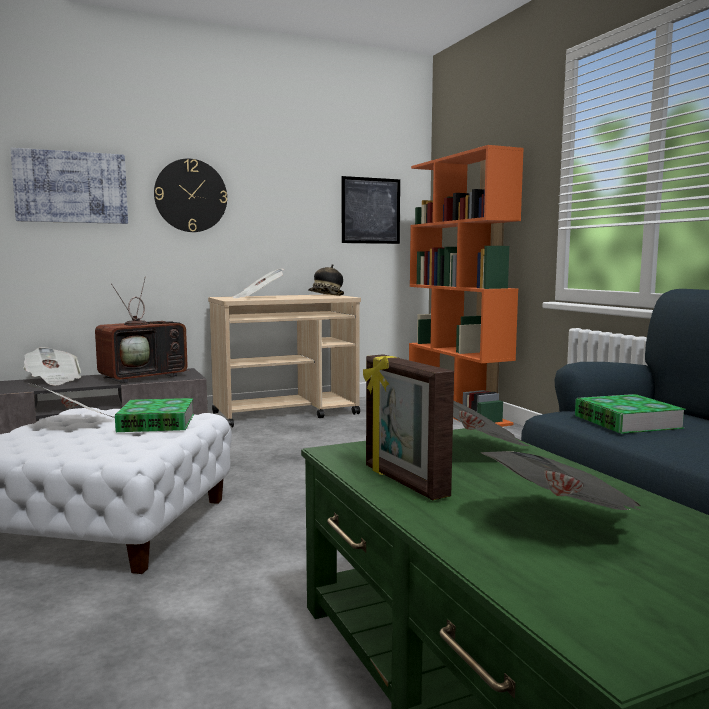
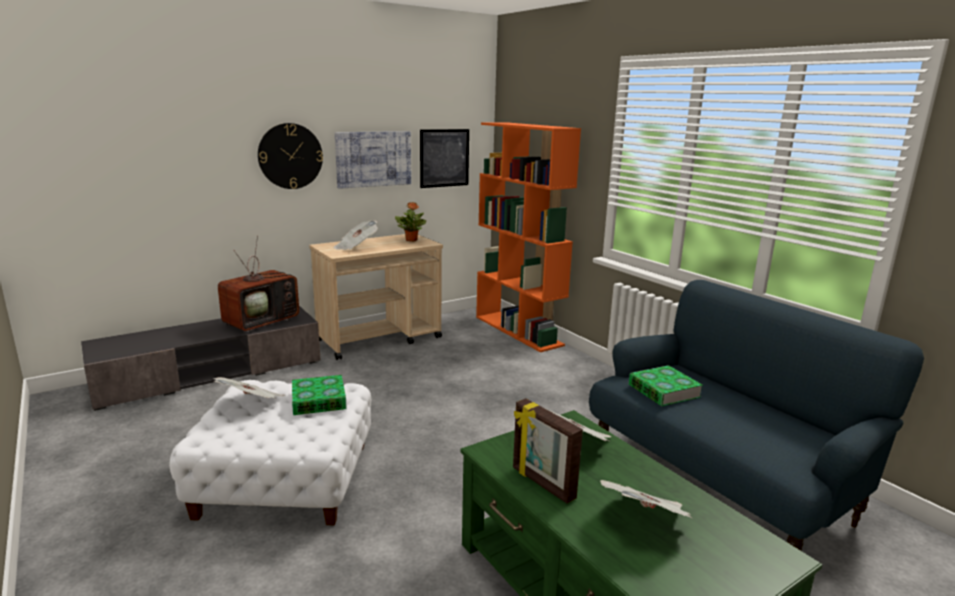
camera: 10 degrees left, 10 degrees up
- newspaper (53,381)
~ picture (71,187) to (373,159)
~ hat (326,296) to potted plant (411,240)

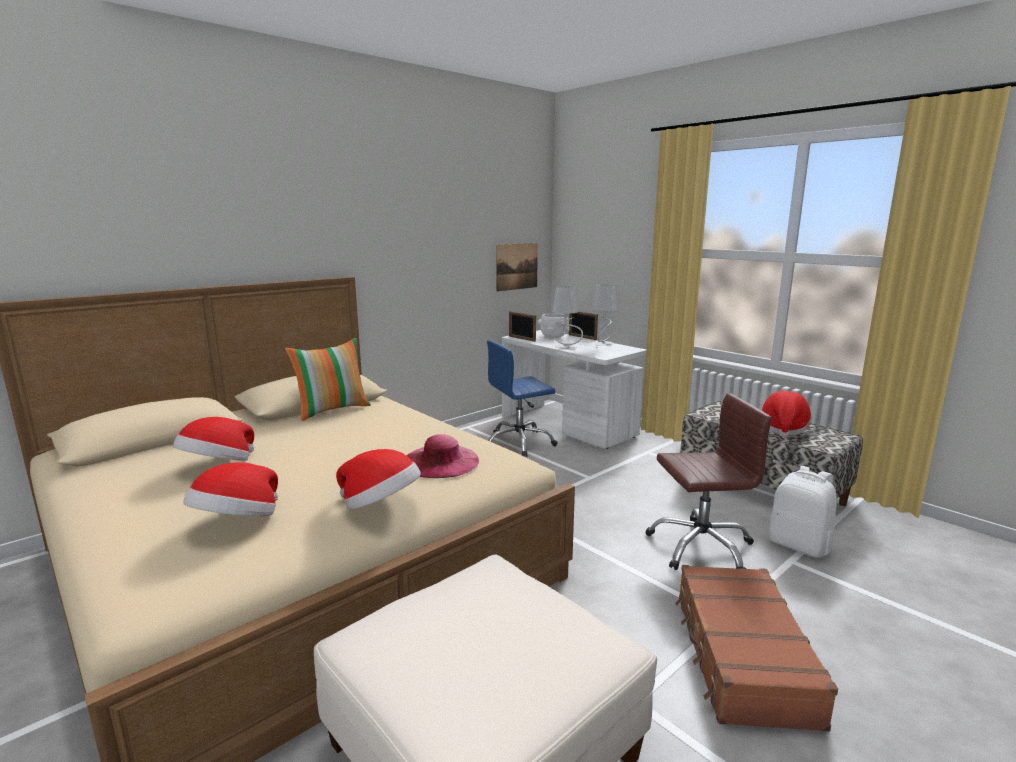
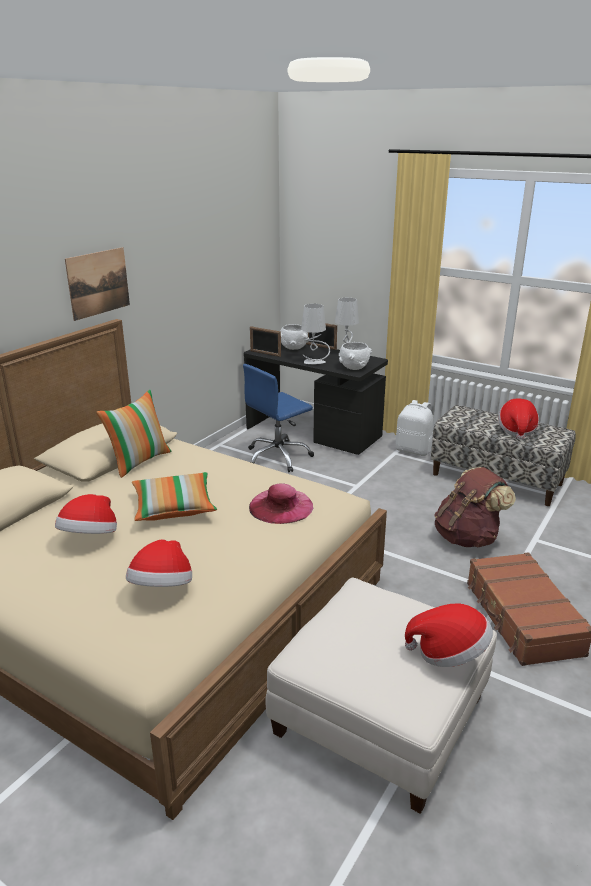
camera: 15 degrees left, 10 degrees up
+ pillow (174,507)
+ bowl/white (353,368)
~ hat (381,506) to (449,653)
~ picture (516,266) to (98,283)
~ backpack/white (799,545) to (413,450)
~ office chair/brown (700,546) to backpack/brown (468,538)
~ desk/white (568,426) to desk/black (314,432)

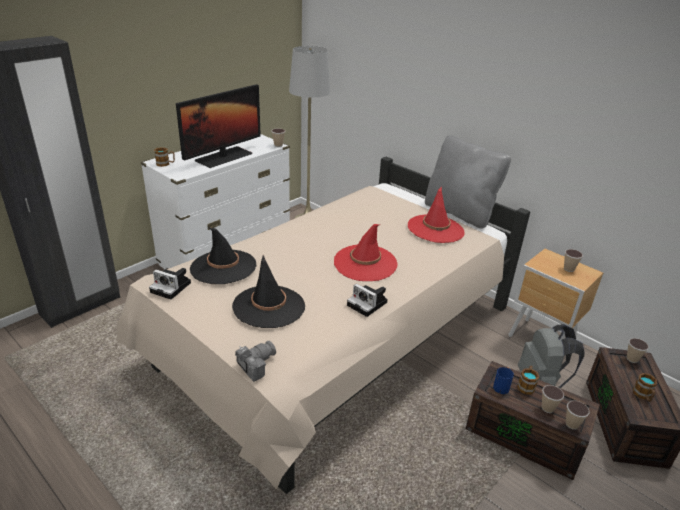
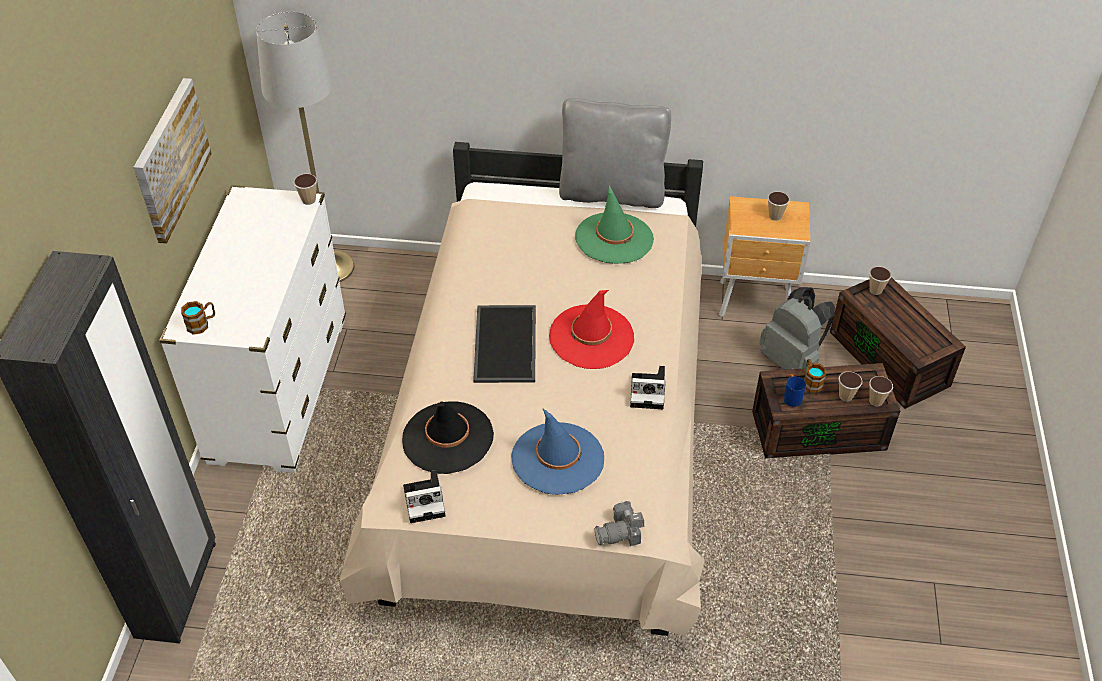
camera: 35 degrees left, 15 degrees up
- monitor (224,157)
- mug (643,396)
+ picture (170,159)
+ tray (503,343)
~ hat/black (269,306) to hat/blue (557,458)
~ hat/red (435,229) to hat/green (614,238)
~ photo camera (255,365) = (621,533) 120 degrees counterclockwise

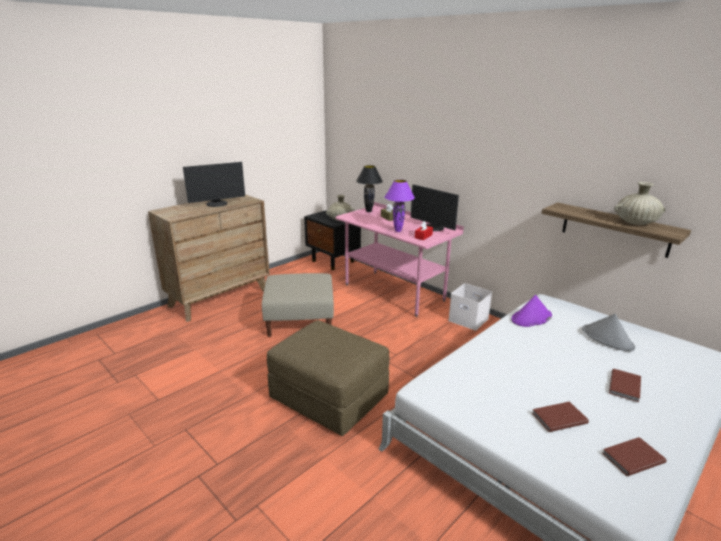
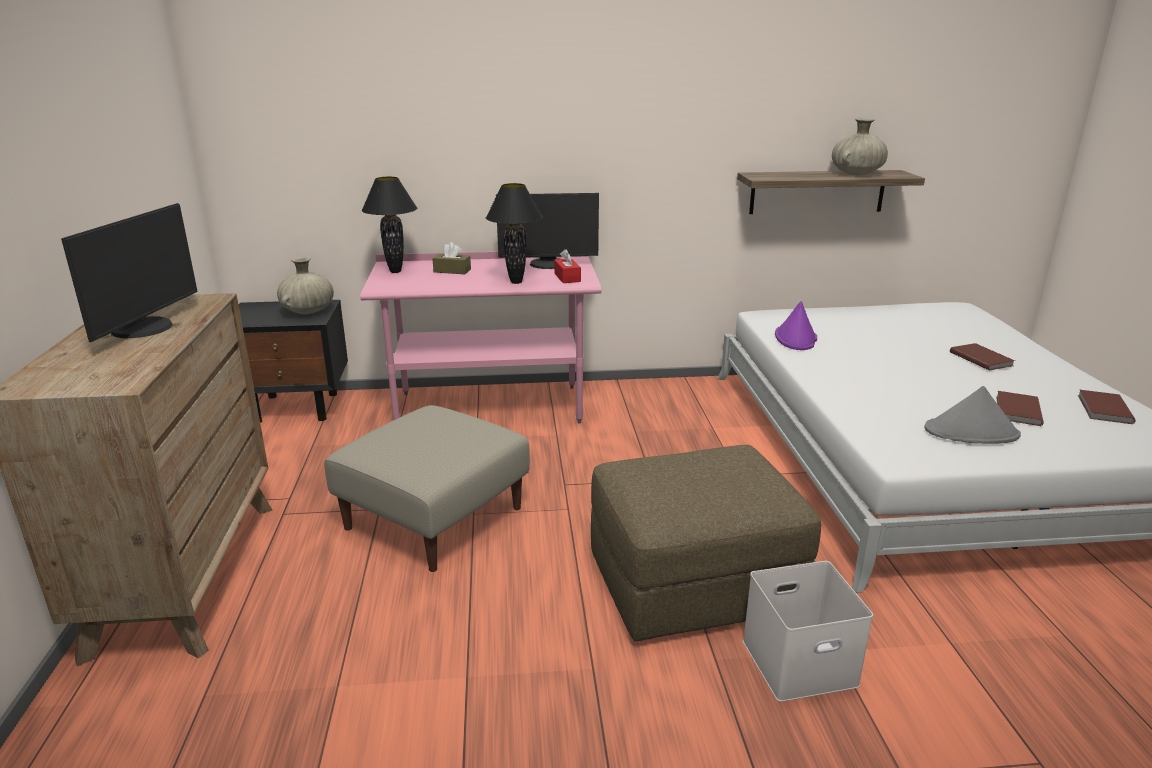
camera: 50 degrees left, 0 degrees up
~ storage box/white (467,319) to (798,664)
~ hat/grey (607,338) to (971,432)
~ table lamp/purple (397,231) to table lamp/black (515,282)

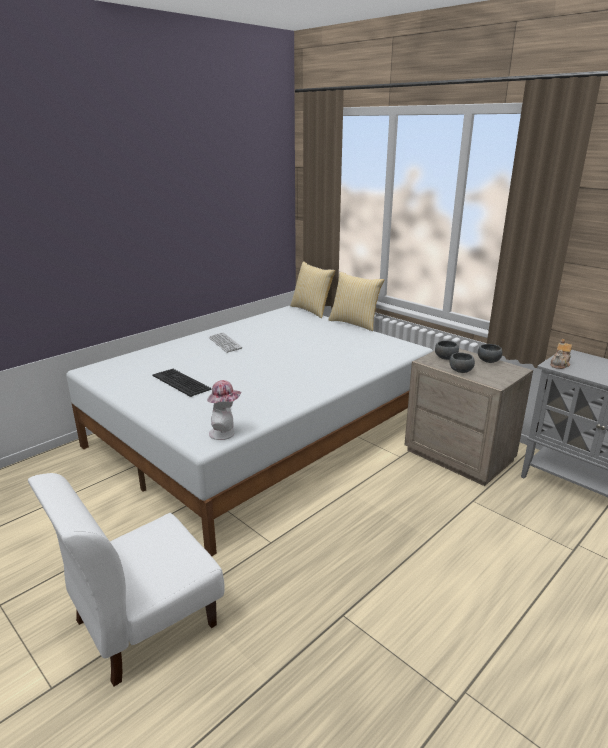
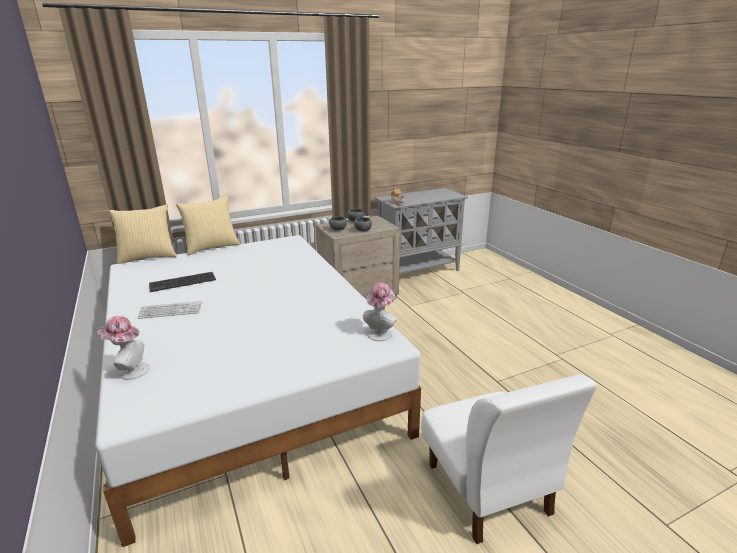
camera: 70 degrees left, 0 degrees up
+ hat (130,371)
~ keyboard (181,382) to (182,282)

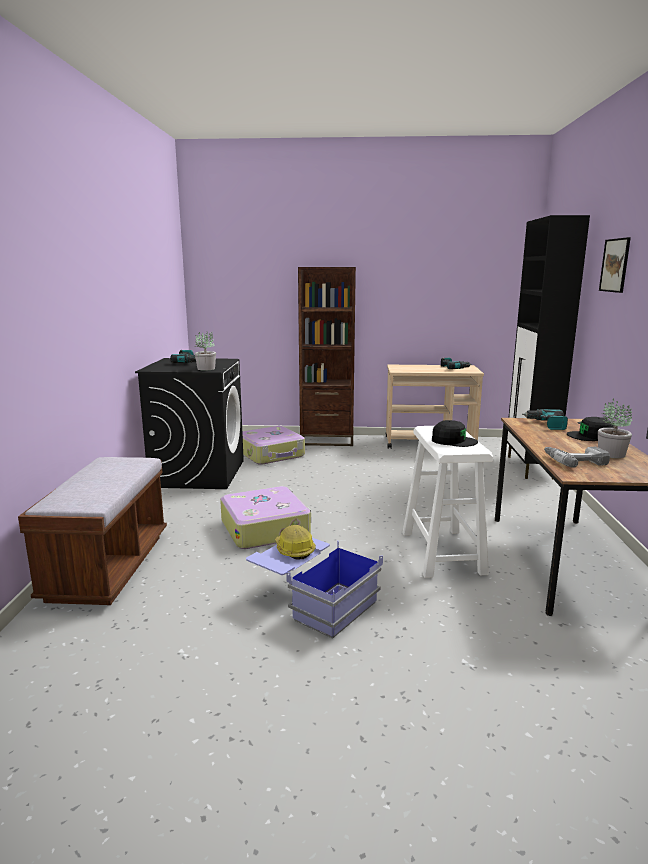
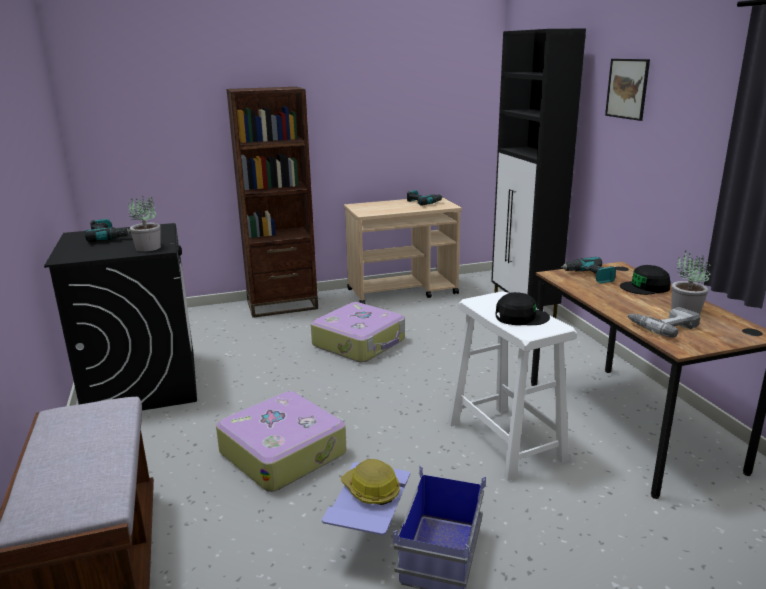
camera: 20 degrees left, 5 degrees up
~ suitcase (271,454) to (360,343)

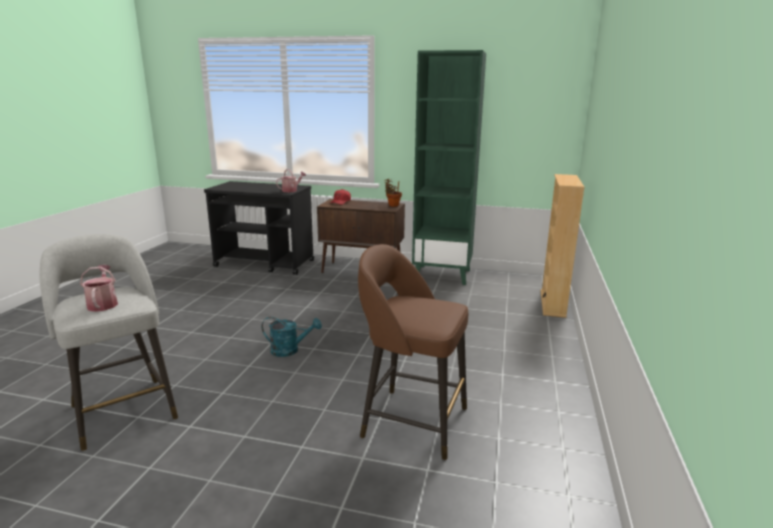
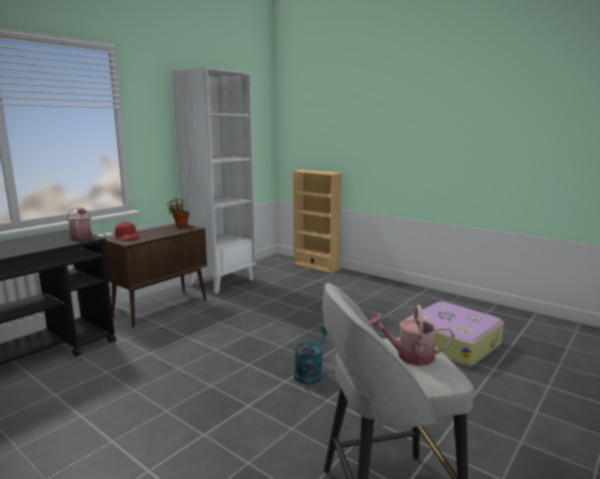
camera: 65 degrees left, 5 degrees down
~ stool/brown (411,421) to suitcase (452,343)
~ bookcase/green (443,275) to bookcase/white (221,281)

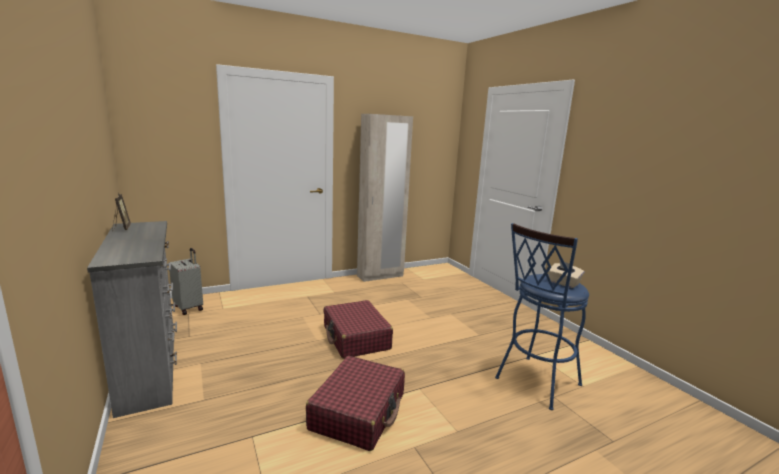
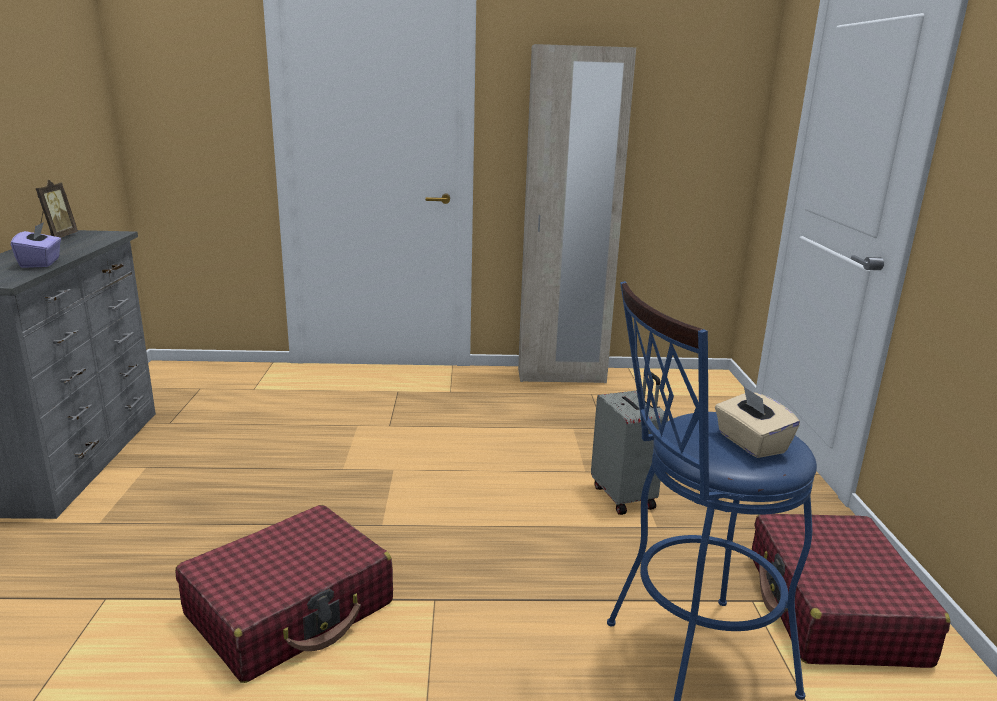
camera: 25 degrees right, 5 degrees up
+ tissue box/purple (41,263)
~ suitcase/grey (189,308) to (624,496)
~ suitcase/red (356,338) to (833,608)

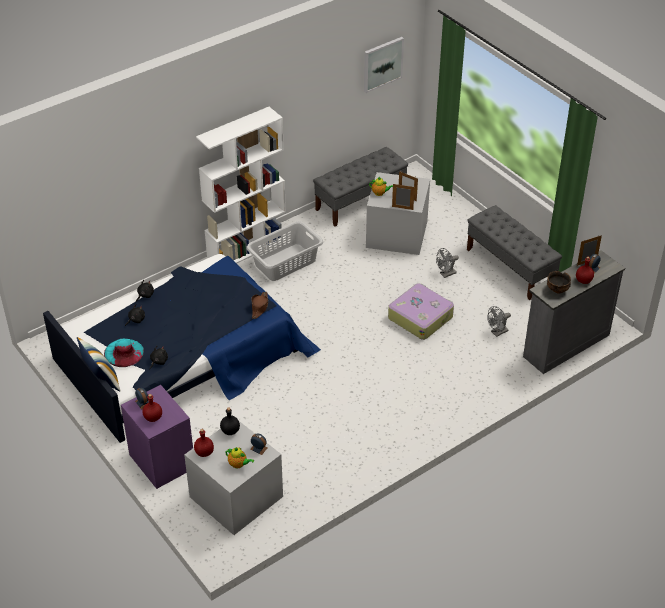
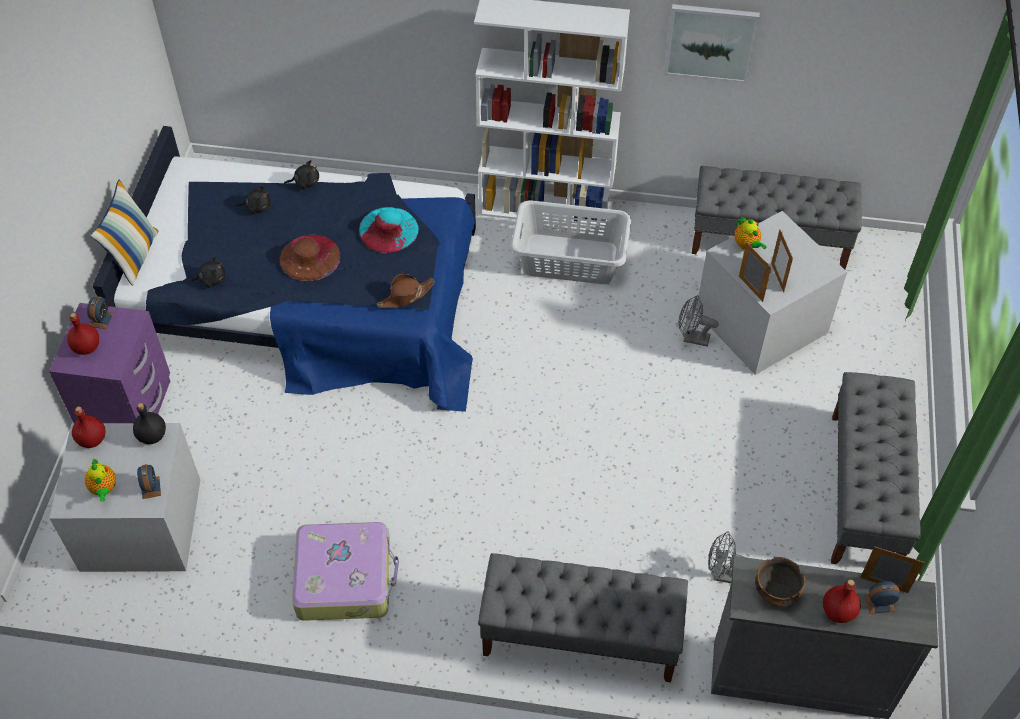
camera: 45 degrees right, 10 degrees up
+ hat/brown (310,257)
+ bench/grey (579,637)
~ hat/turquoise (124,352) to (388,230)
~ picture (382,64) to (710,42)
~ suitcase (420,317) to (345,578)
~ fan/grey (446,274) to (692,338)

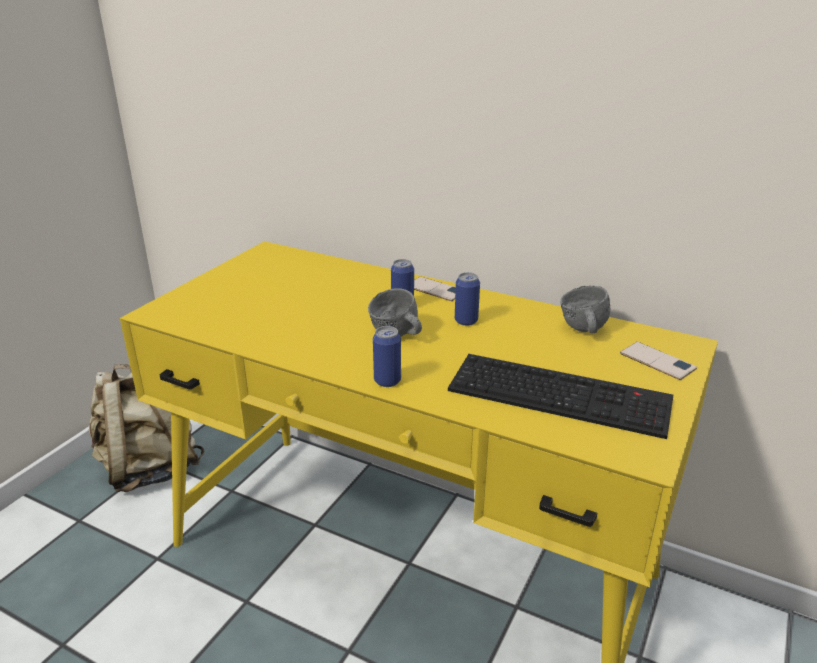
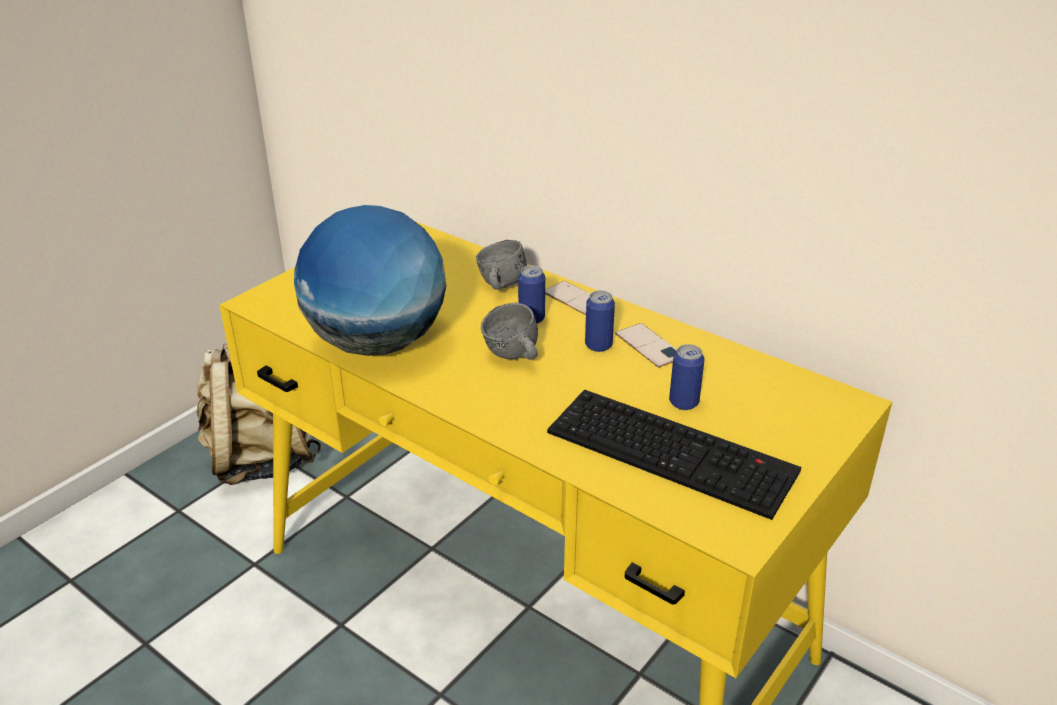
camera: 10 degrees right, 5 degrees up
+ globe (377,343)
~ can (387,381) to (683,403)
~ mug/grey (582,331) to (499,286)
~ phone (657,361) to (649,346)

